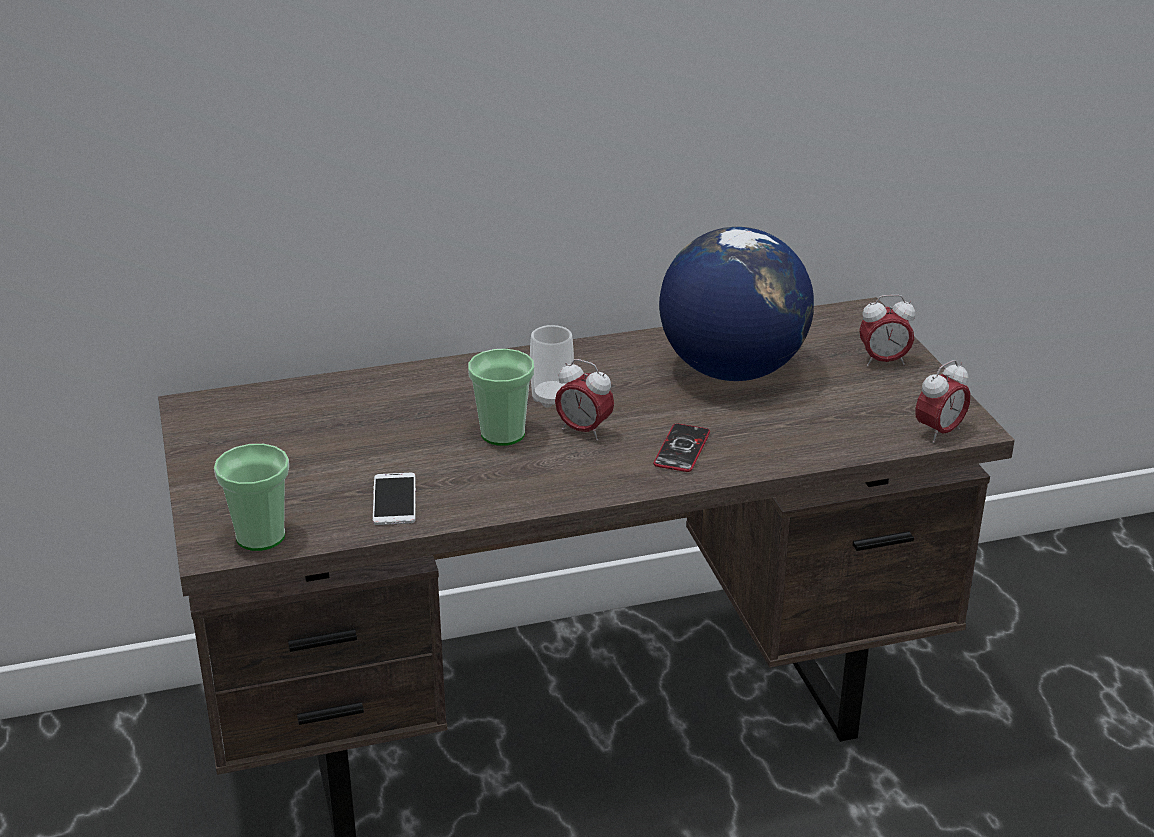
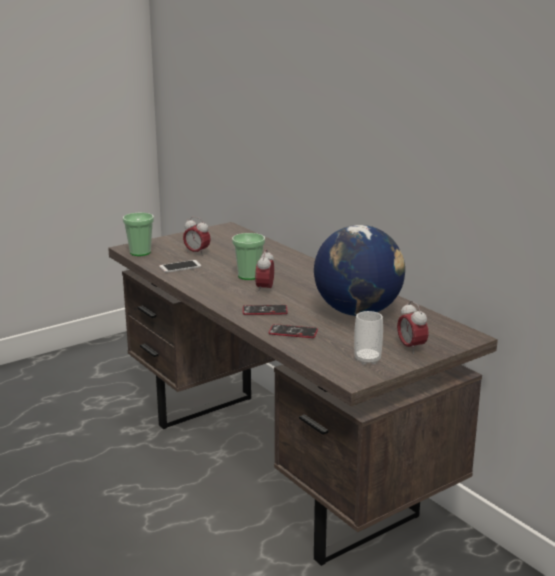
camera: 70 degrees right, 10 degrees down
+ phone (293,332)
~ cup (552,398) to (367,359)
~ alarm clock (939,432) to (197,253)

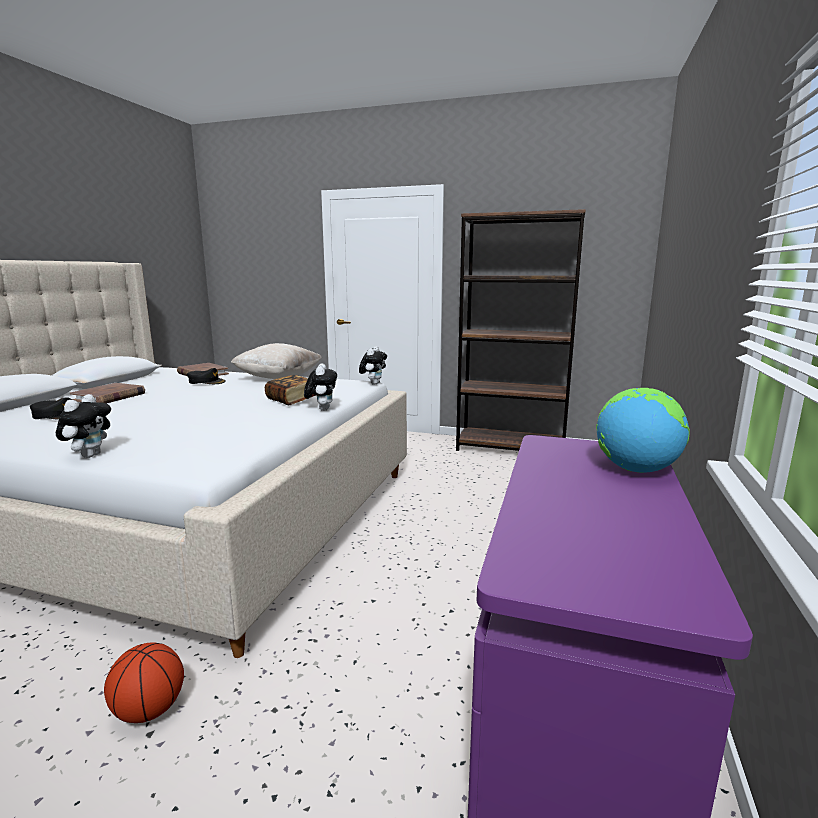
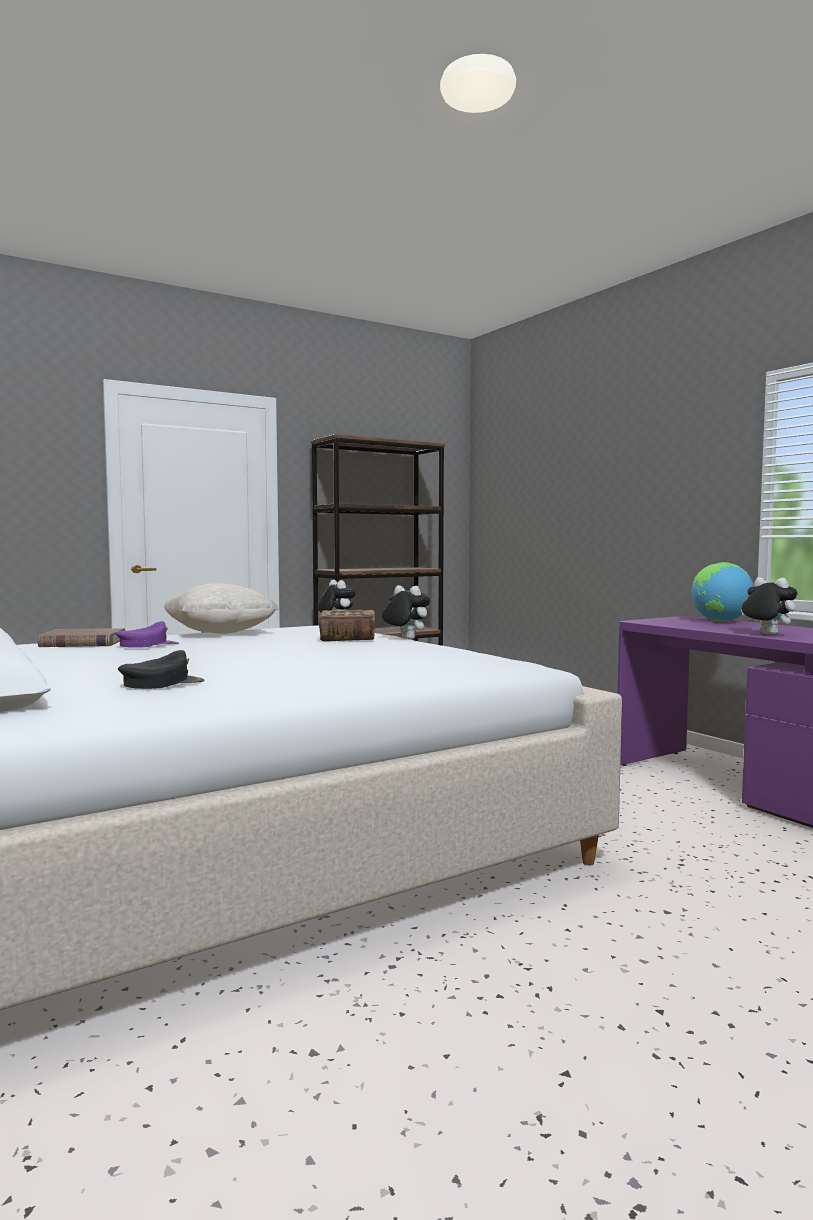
camera: 50 degrees left, 10 degrees down
- book/brown (109,397)
- basketball (150,710)
~ plush toy (89,455) to (766,634)
~ cap/black (206,382) to cap/purple (147,645)

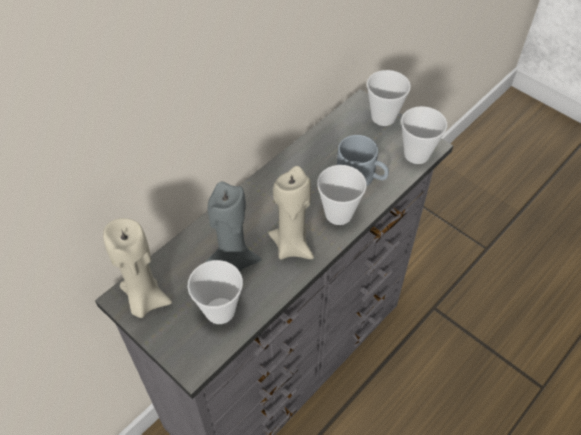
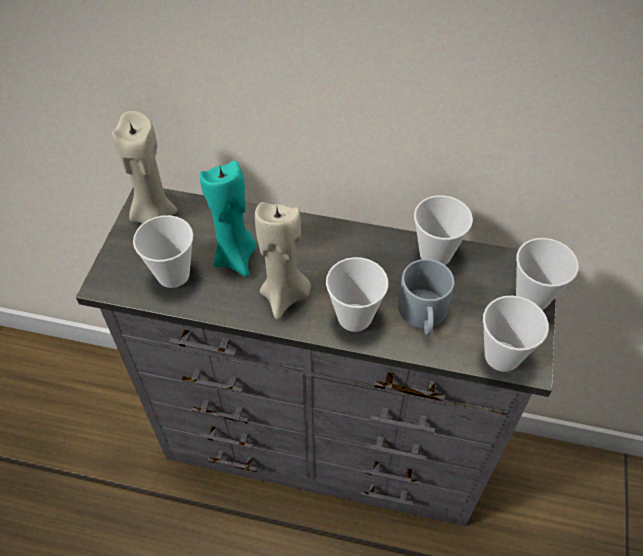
camera: 60 degrees right, 0 degrees up
+ cup (435,254)
~ candle/grey (233,260) to candle/turquoise (236,257)

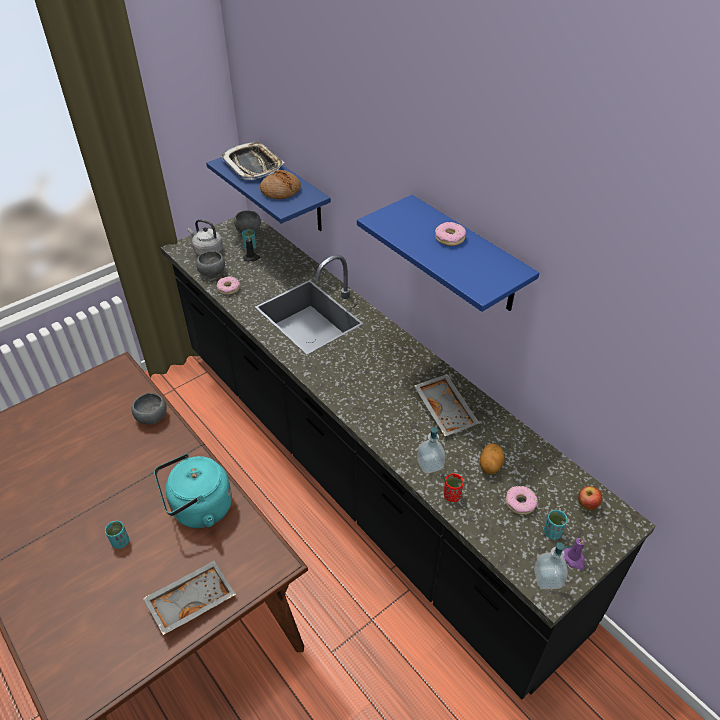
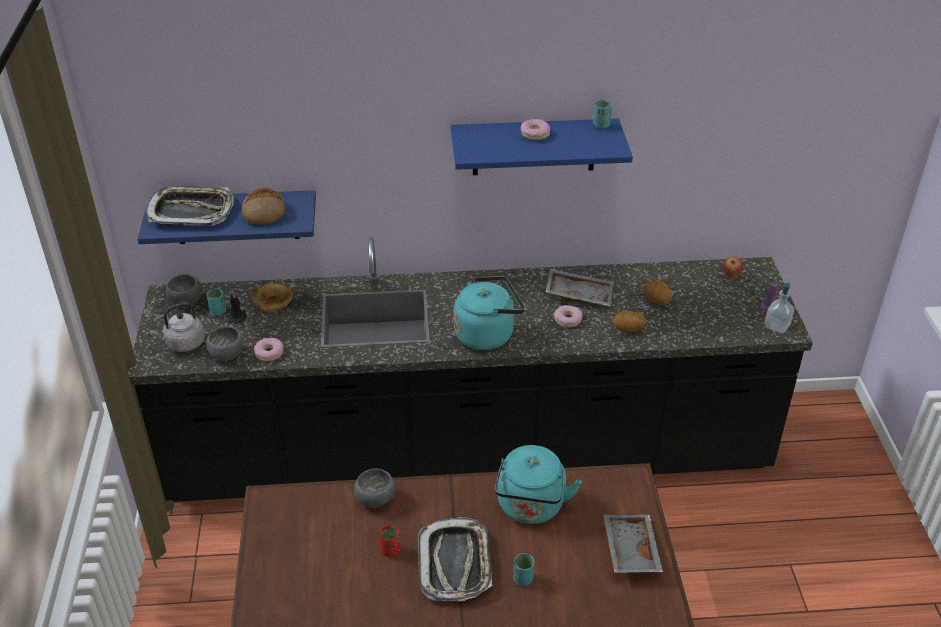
camera: 55 degrees left, 5 degrees down
+ bread (272,299)
+ tray (455,564)
+ kettle/turquoise (487,334)
~ cup/red (452,495) to (390,550)
~ donut (520,503) to (568,319)
~ cup/turquoise (552,532) to (601,125)
~ soap dispenser (430,464) to potato (628,330)

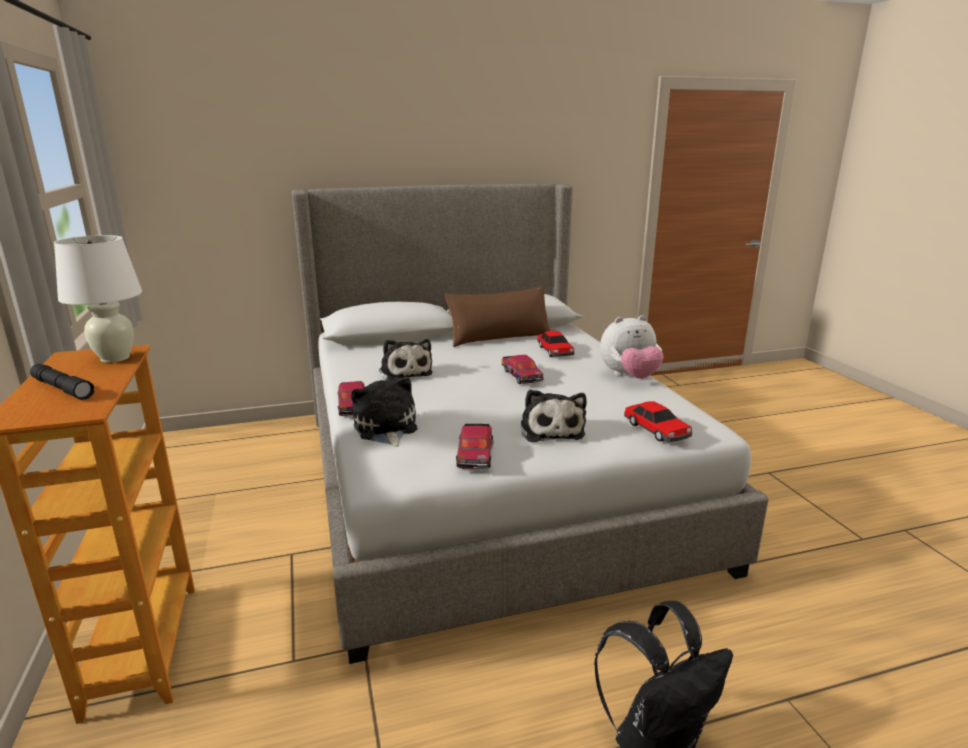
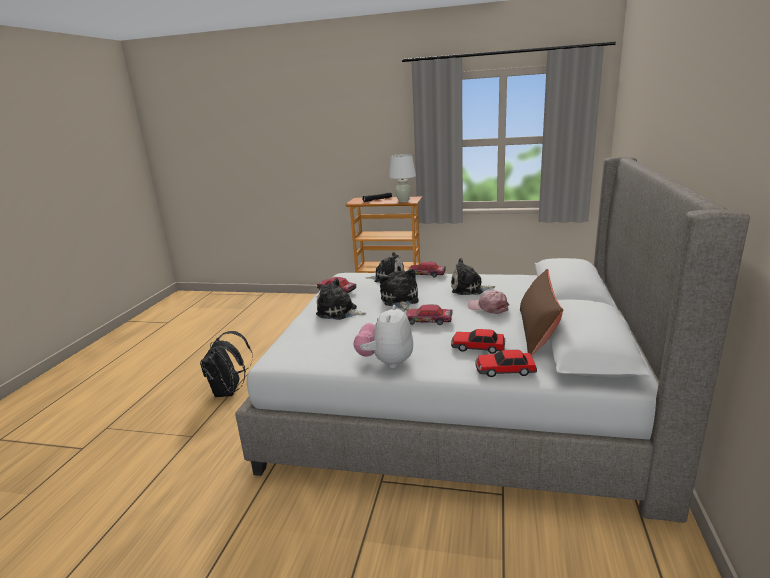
camera: 120 degrees right, 0 degrees up
+ plush toy (400,300)
+ cap/pink (488,308)
~ toy car (657,430) to (504,370)

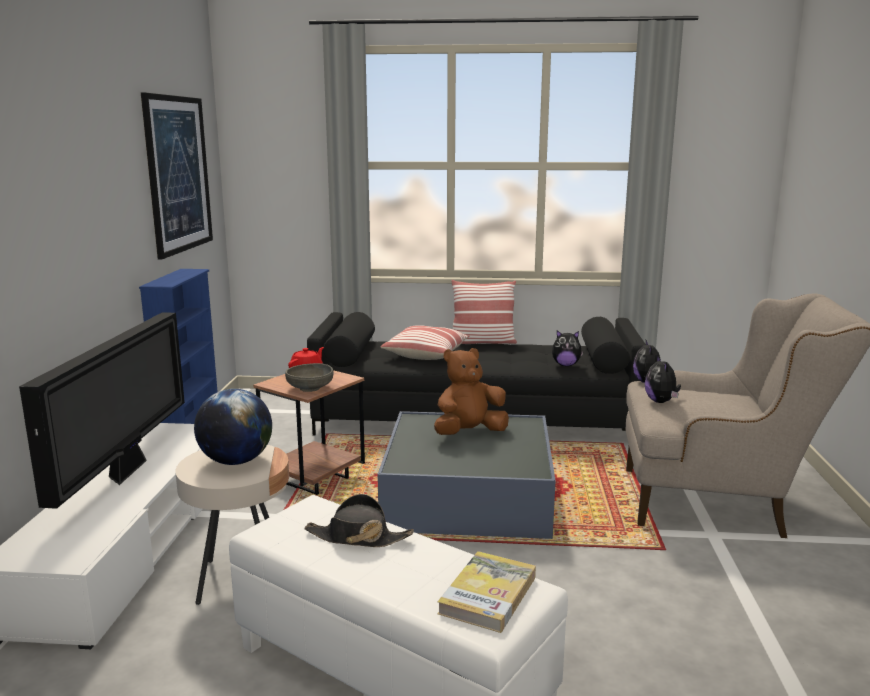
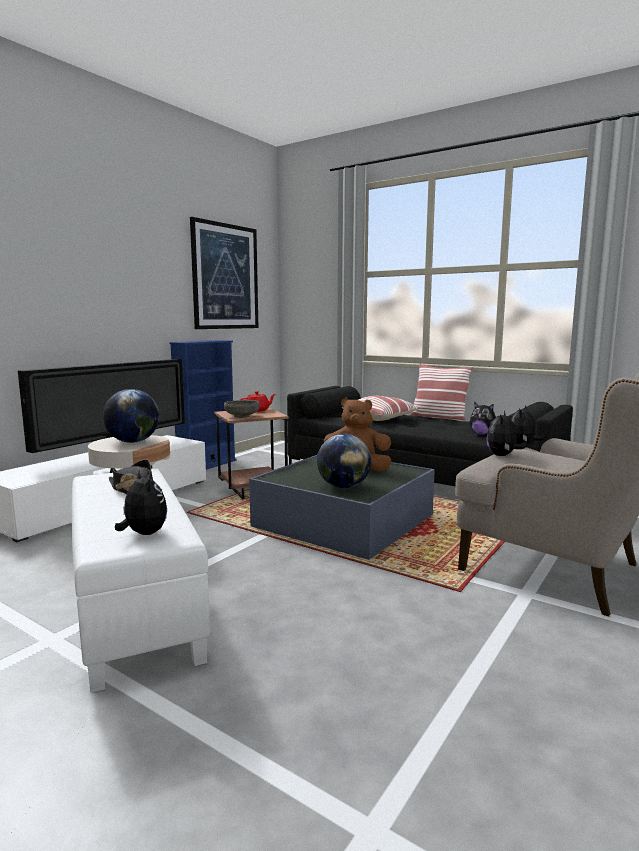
camera: 30 degrees right, 5 degrees down
+ globe (343,487)
~ book (488,595) to plush toy (143,534)

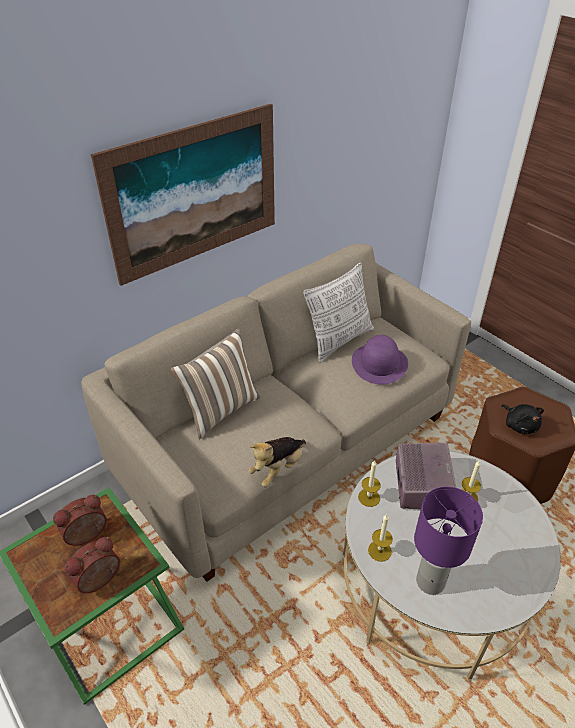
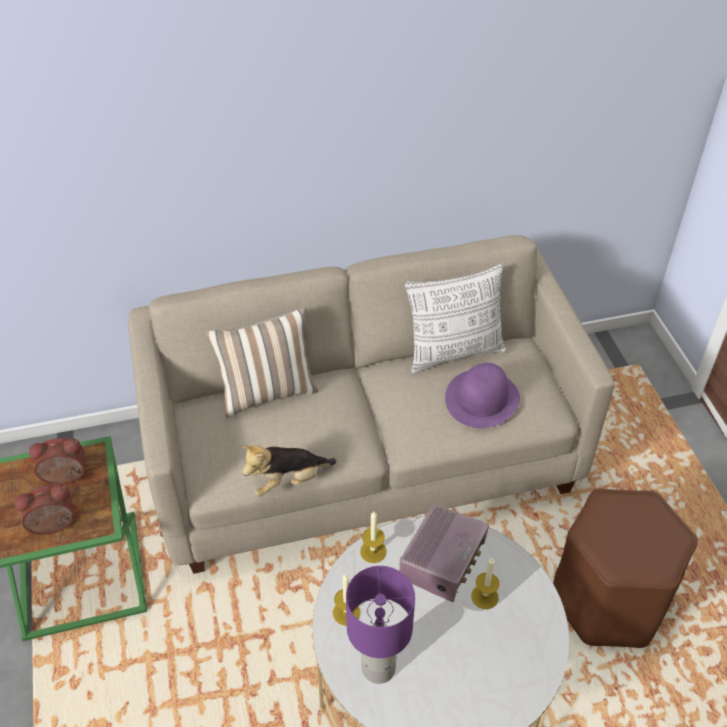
camera: 25 degrees right, 5 degrees up
- picture (194,193)
- plush toy/black (520,425)

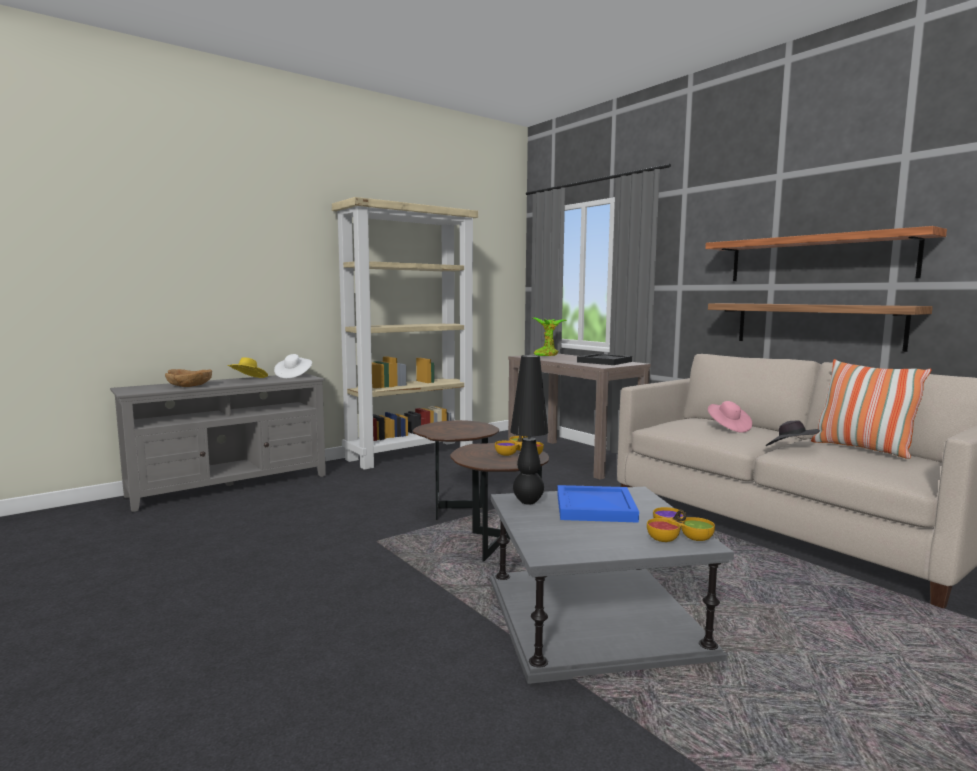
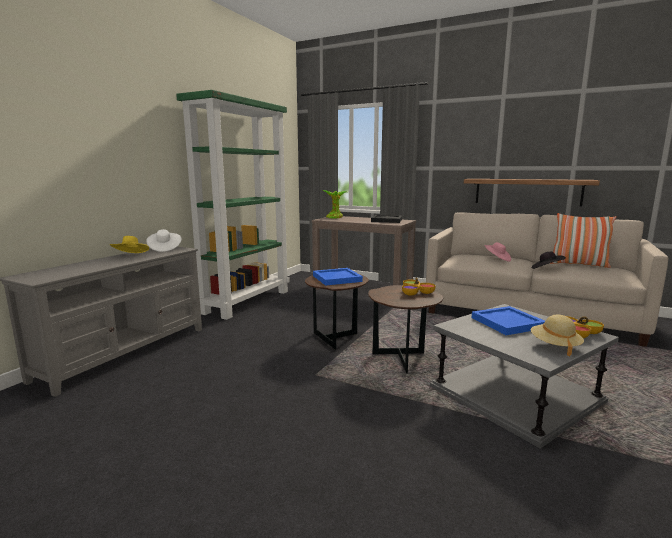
camera: 25 degrees left, 5 degrees up
- bowl/brown (190,386)
- table lamp/black (528,502)
- shelf (818,258)
+ tray/blue (336,278)
+ hat/beige (554,346)
~ bookcase/beige (411,454) to bookcase/green (247,301)

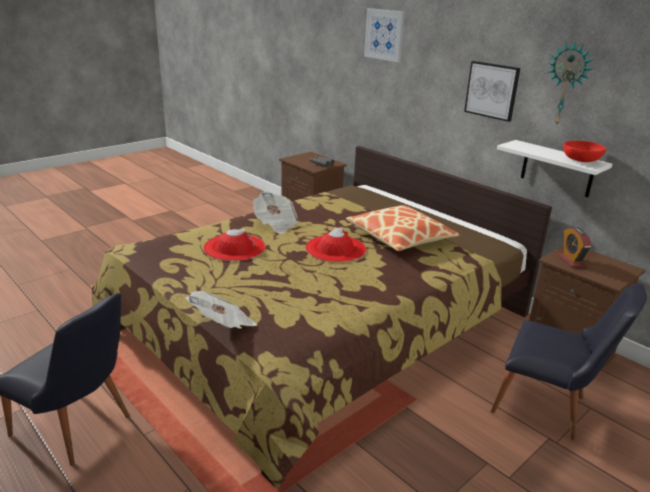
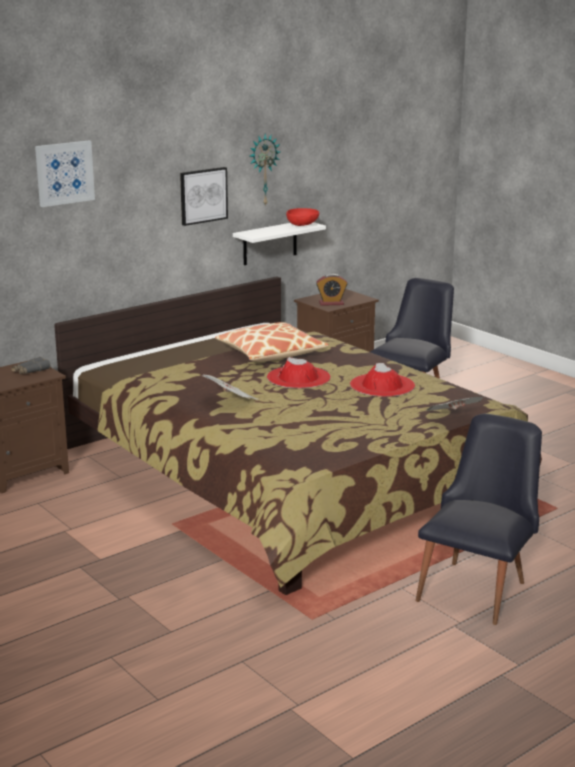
camera: 85 degrees left, 5 degrees down
~ hat/red (234,247) to (382,385)

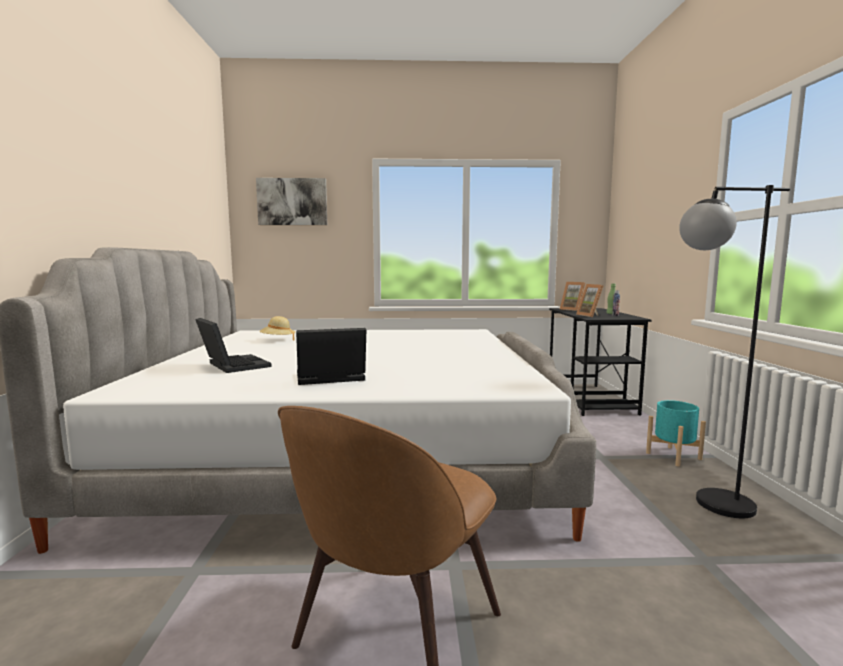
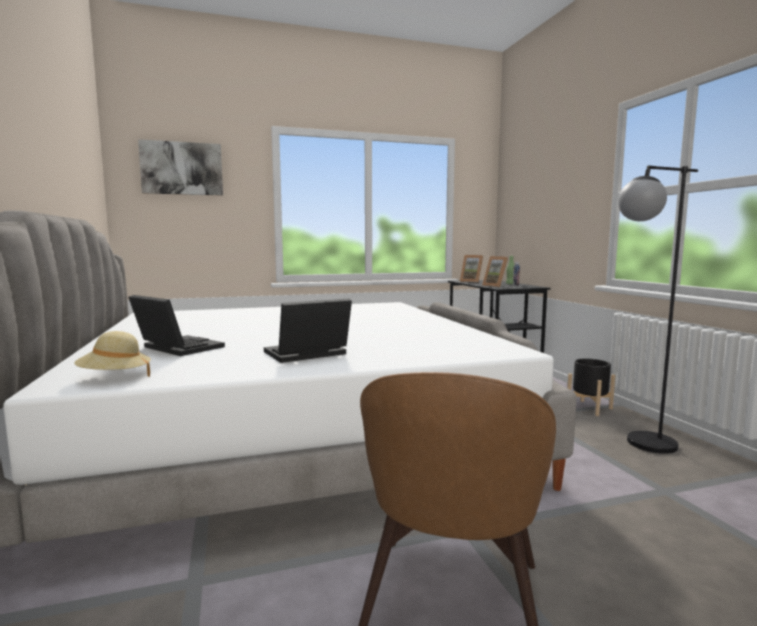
camera: 15 degrees left, 0 degrees up
~ hat/beige (277,340) to (115,377)
~ planter/turquoise (673,456) to planter/black (589,408)

